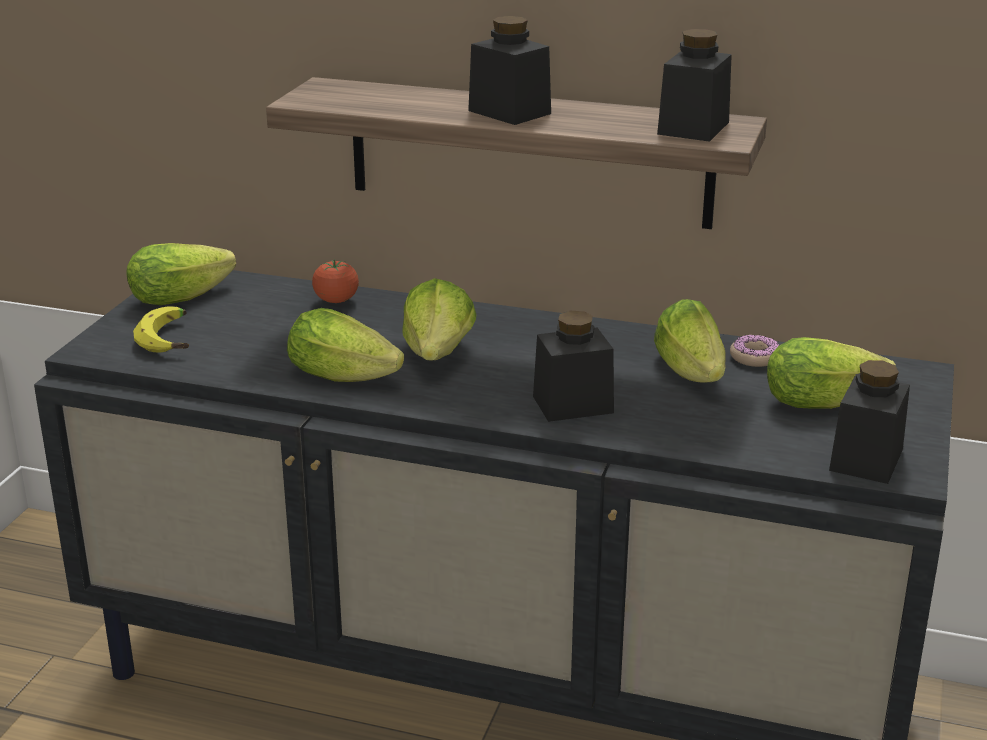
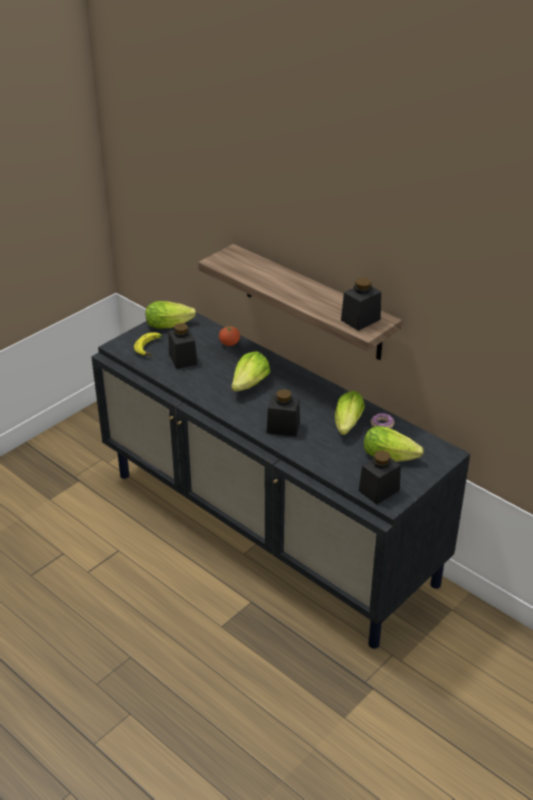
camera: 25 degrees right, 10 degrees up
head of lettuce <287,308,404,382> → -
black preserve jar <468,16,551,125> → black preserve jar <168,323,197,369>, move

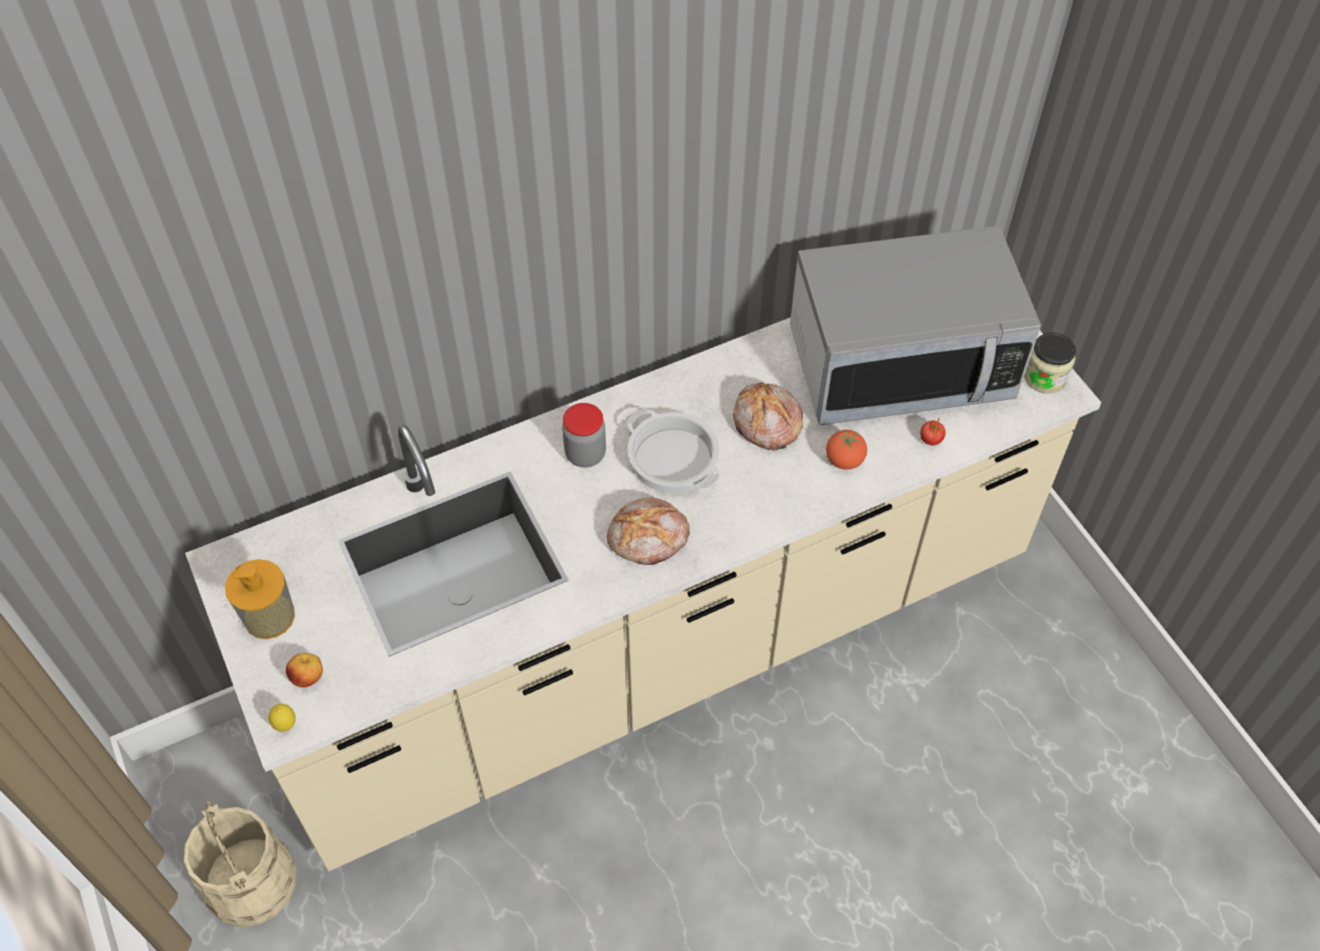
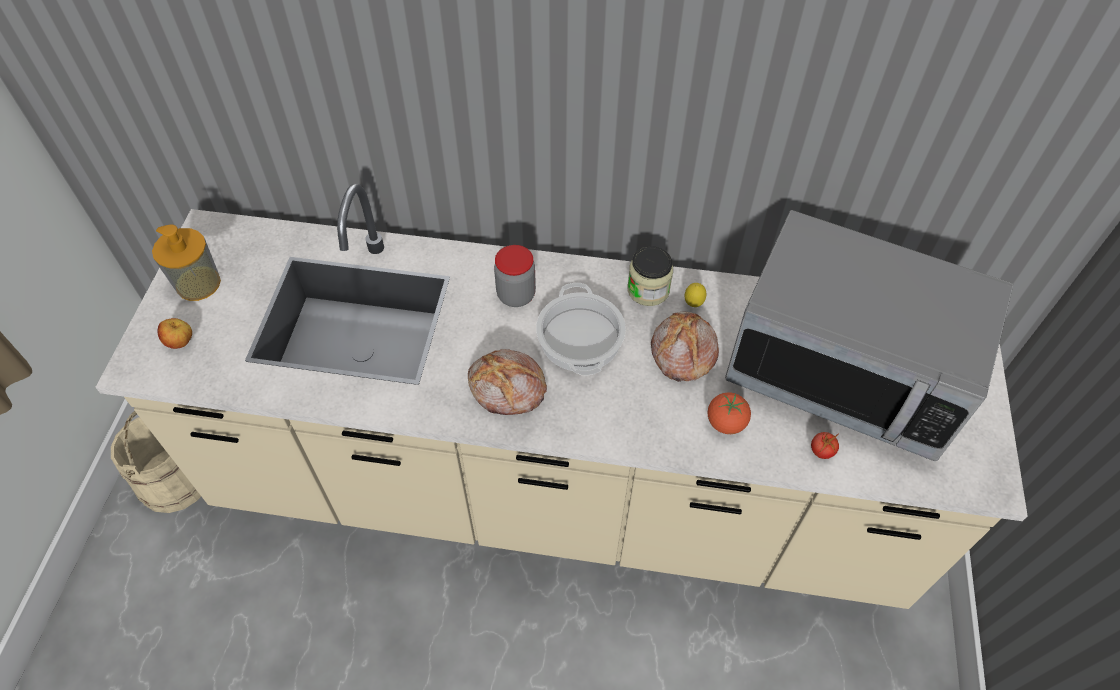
camera: 35 degrees right, 0 degrees up
whole lemon <269,704,296,732> → whole lemon <684,283,706,307>, move
preserve jar <1024,333,1076,393> → preserve jar <627,246,673,306>, move

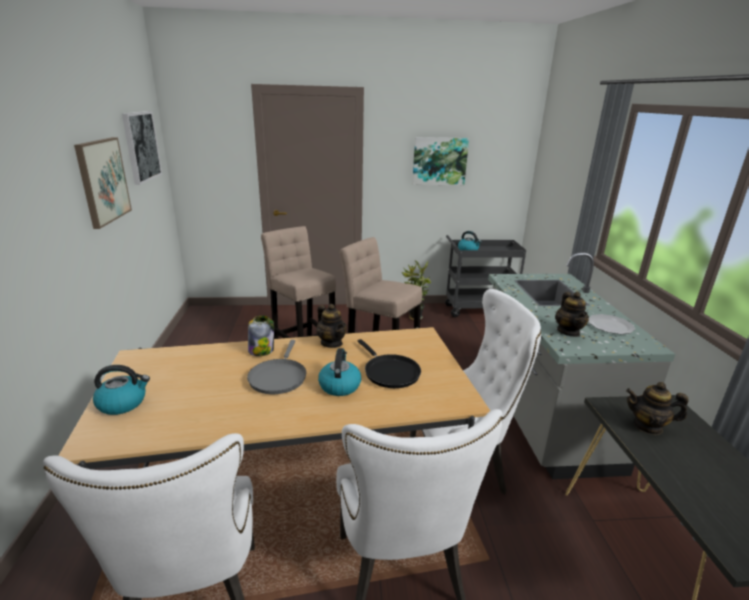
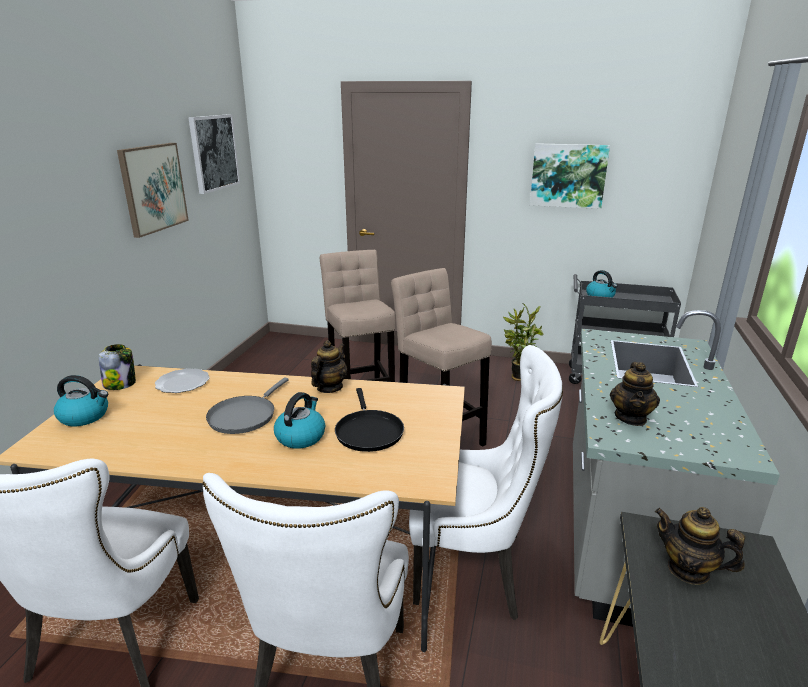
camera: 20 degrees right, 0 degrees up
preserve jar <248,315,274,356> → preserve jar <99,344,136,390>, move
flat dish <588,314,635,334> → flat dish <155,368,210,393>, move
tea pot <316,304,347,348> → tea pot <311,340,347,393>, 135 degrees counterclockwise

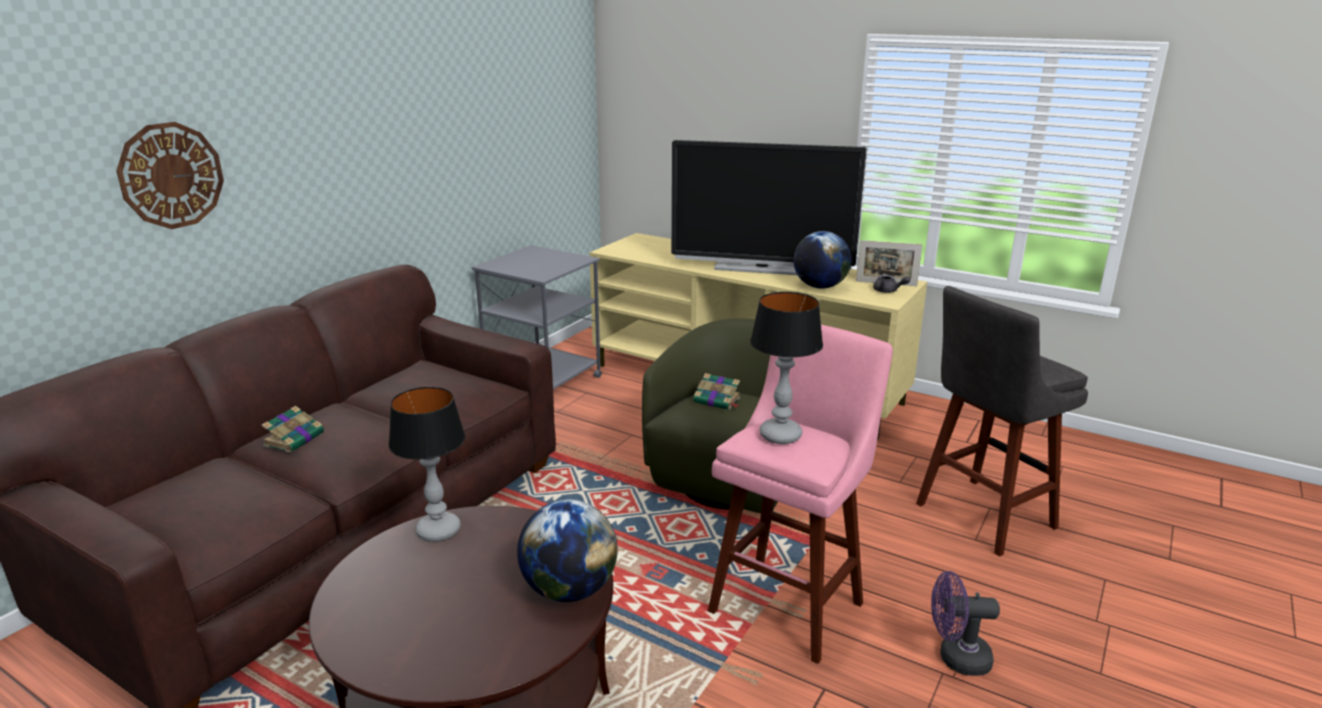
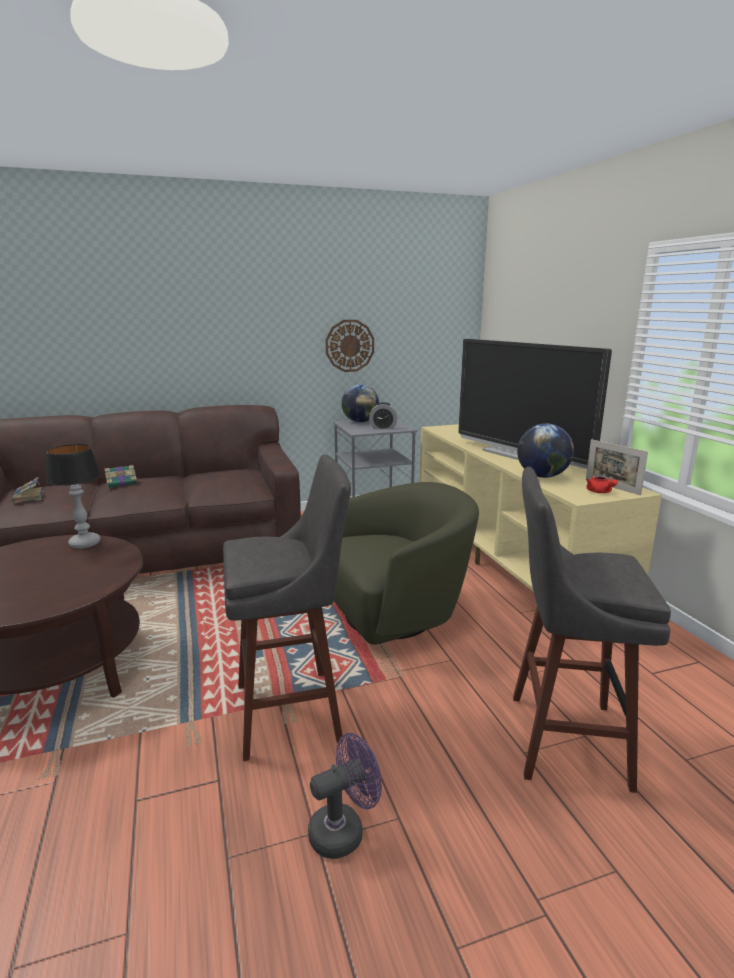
camera: 40 degrees right, 5 degrees down
lamp for a table <750,292,823,444> → -
- → table clock <369,402,398,430>
wall clock <116,122,224,229> → wall clock <326,320,374,372>, move
desk globe <517,500,618,602> → desk globe <342,384,379,422>, move
volume <694,373,740,410> → volume <12,477,44,503>, move
pink stool seat <708,325,893,664> → grey stool seat <223,454,351,761>
grey tea pot <873,274,910,293> → red tea pot <586,475,618,493>
purplish fan <931,571,1000,676> → purplish fan <308,733,382,859>, 105 degrees clockwise

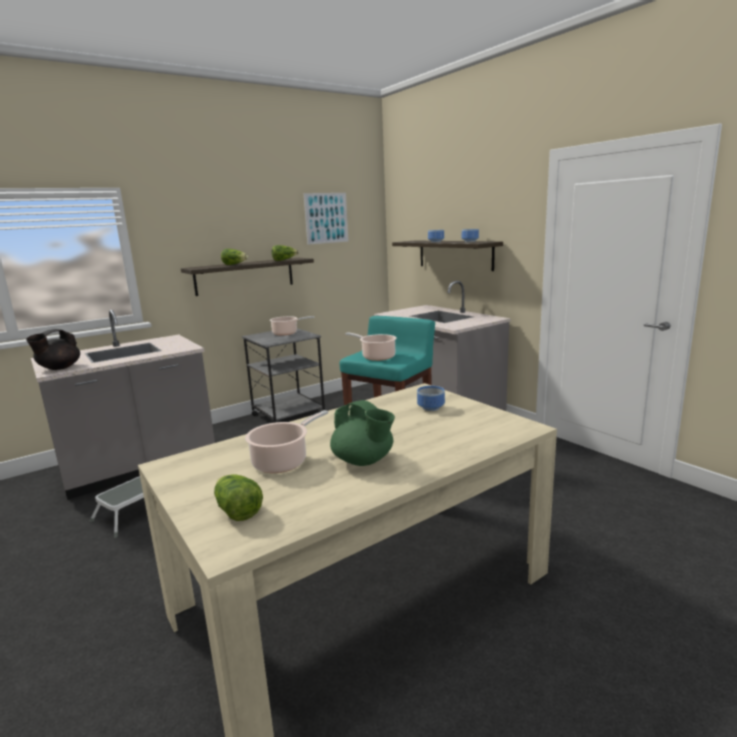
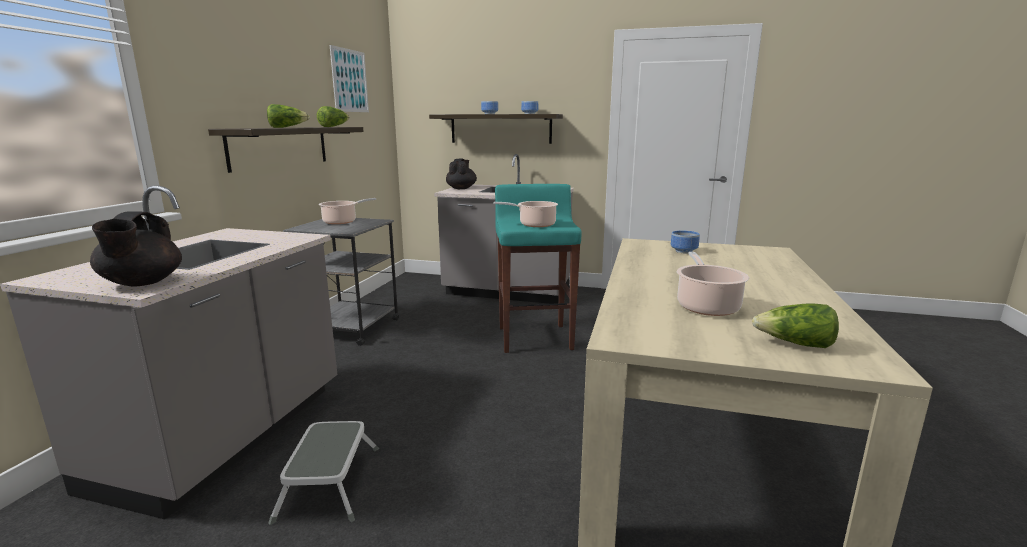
camera: 40 degrees left, 0 degrees up
green tea pot <330,400,395,466> → -
- → black tea pot <446,159,477,189>

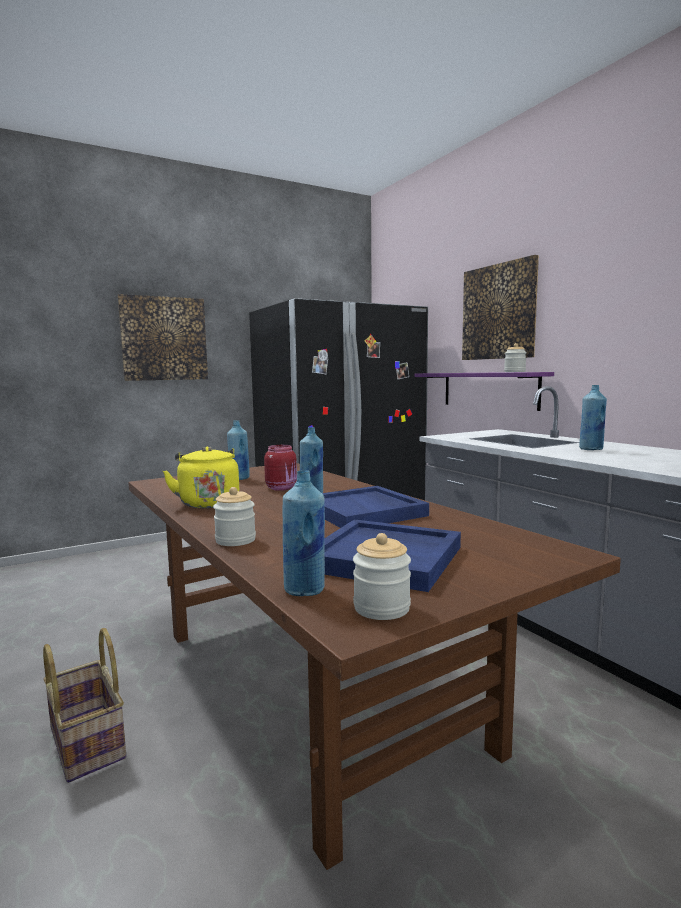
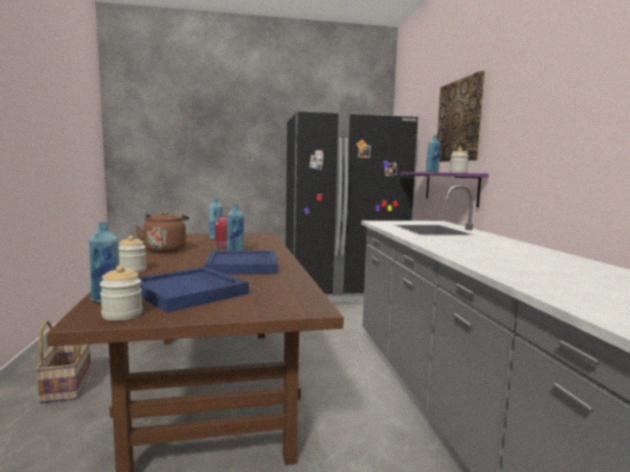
camera: 20 degrees right, 0 degrees up
wall art <118,294,208,381> → -
blue-coloured bottle <579,385,607,450> → blue-coloured bottle <426,135,441,172>, move
yellow water kettle <163,446,239,508> → brownish water kettle <135,212,189,253>

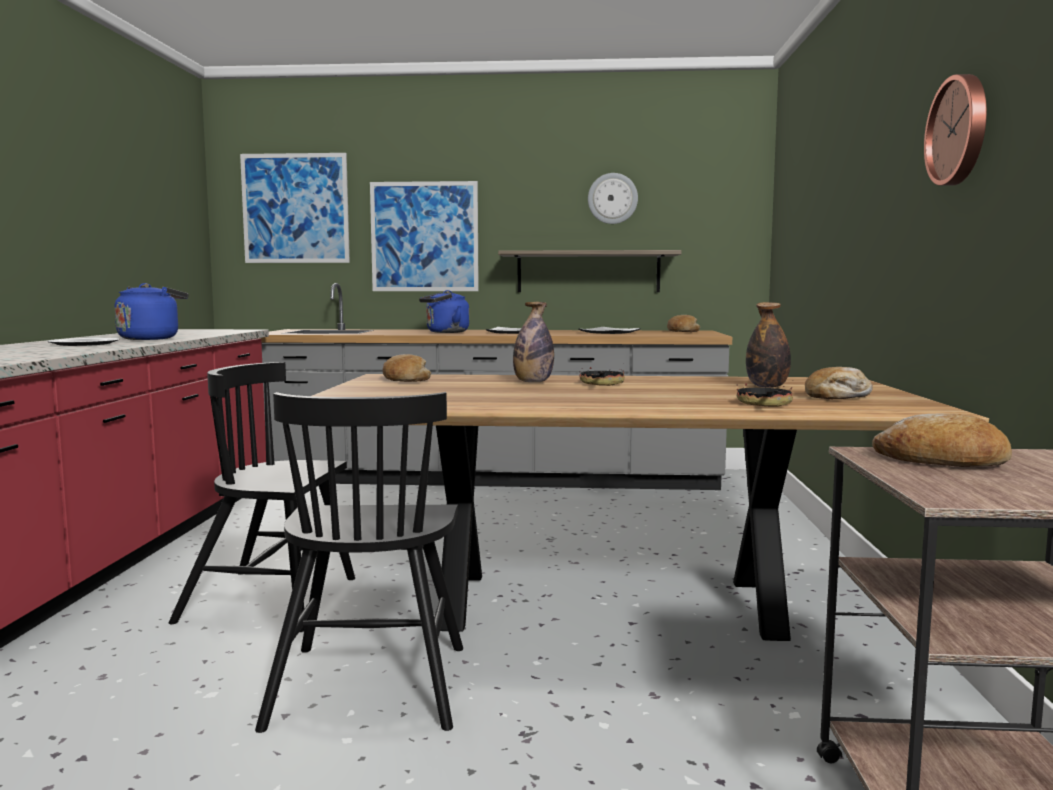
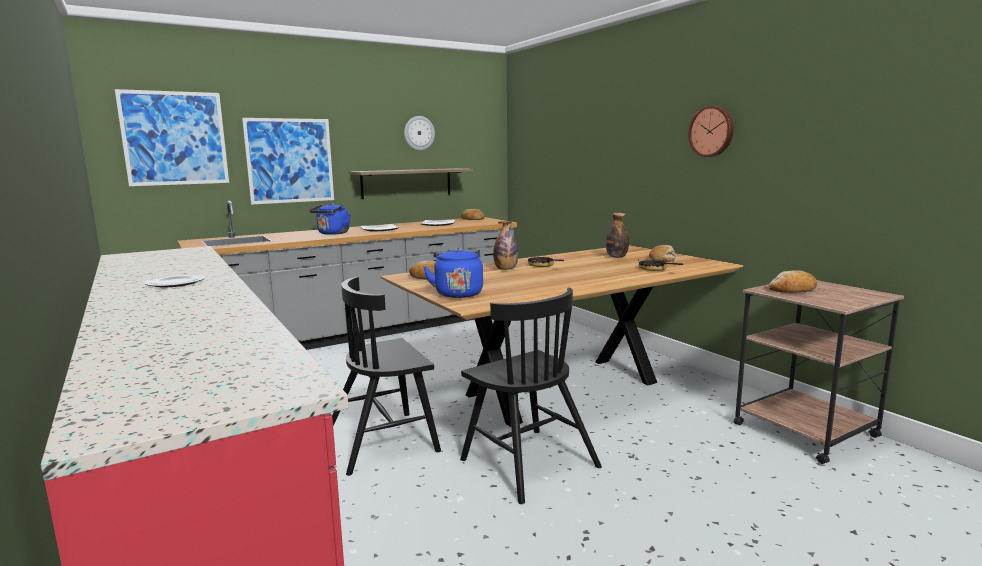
camera: 35 degrees left, 5 degrees up
blue-coloured water kettle <115,283,189,340> → blue-coloured water kettle <423,248,483,298>, move

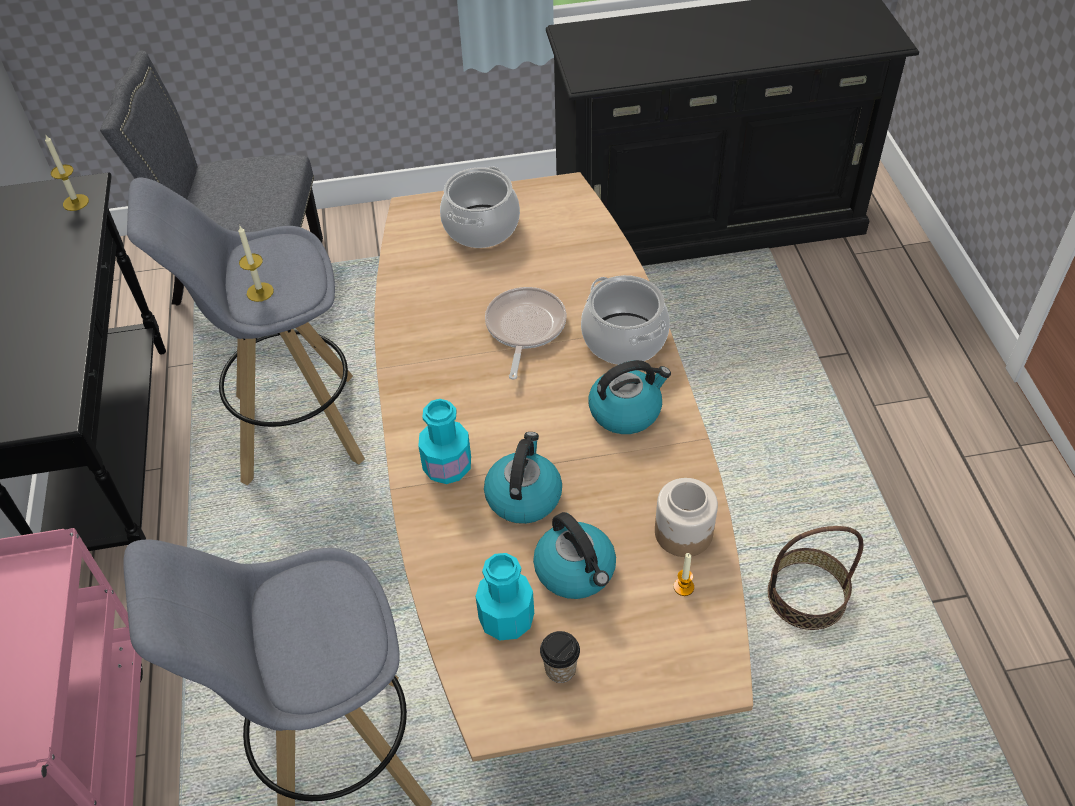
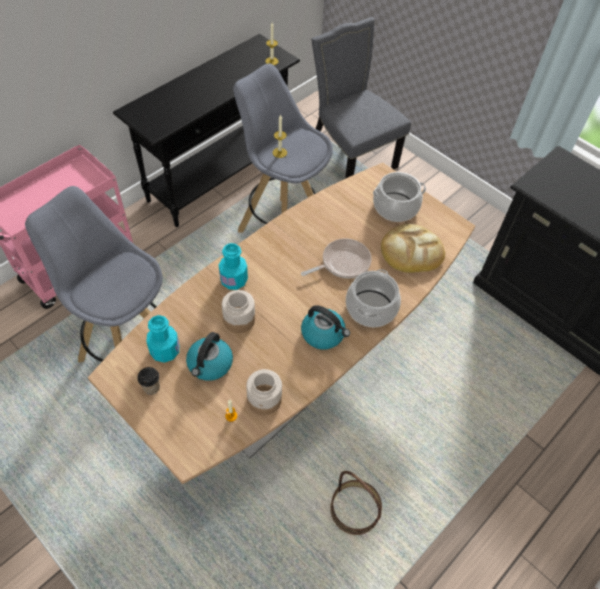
camera: 50 degrees right, 5 degrees up
- → bread <381,224,445,273>
water kettle <484,432,562,524> → preserve jar <222,290,255,333>

